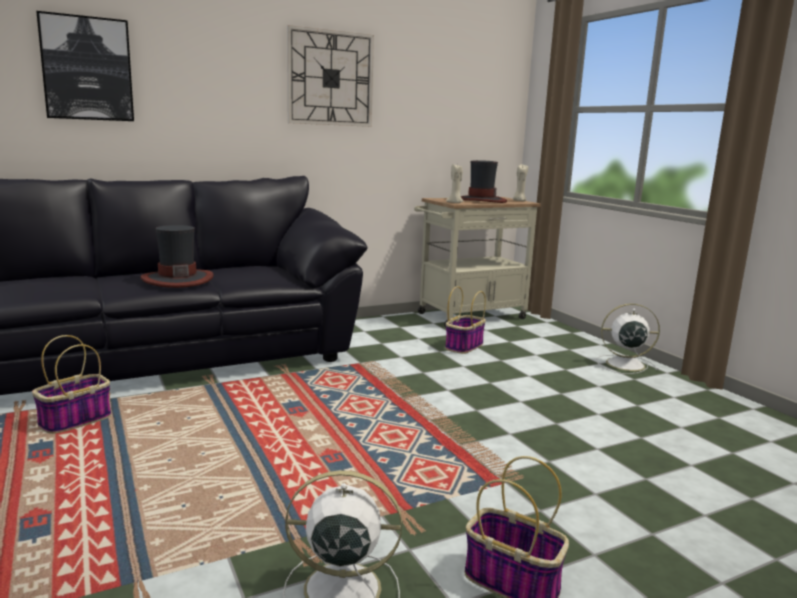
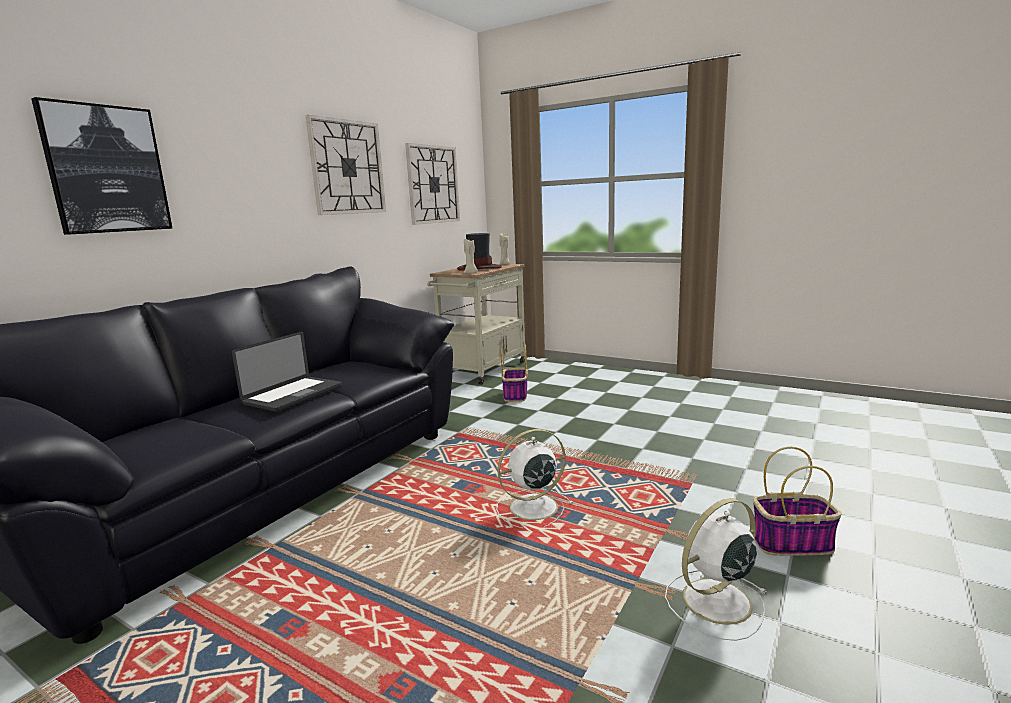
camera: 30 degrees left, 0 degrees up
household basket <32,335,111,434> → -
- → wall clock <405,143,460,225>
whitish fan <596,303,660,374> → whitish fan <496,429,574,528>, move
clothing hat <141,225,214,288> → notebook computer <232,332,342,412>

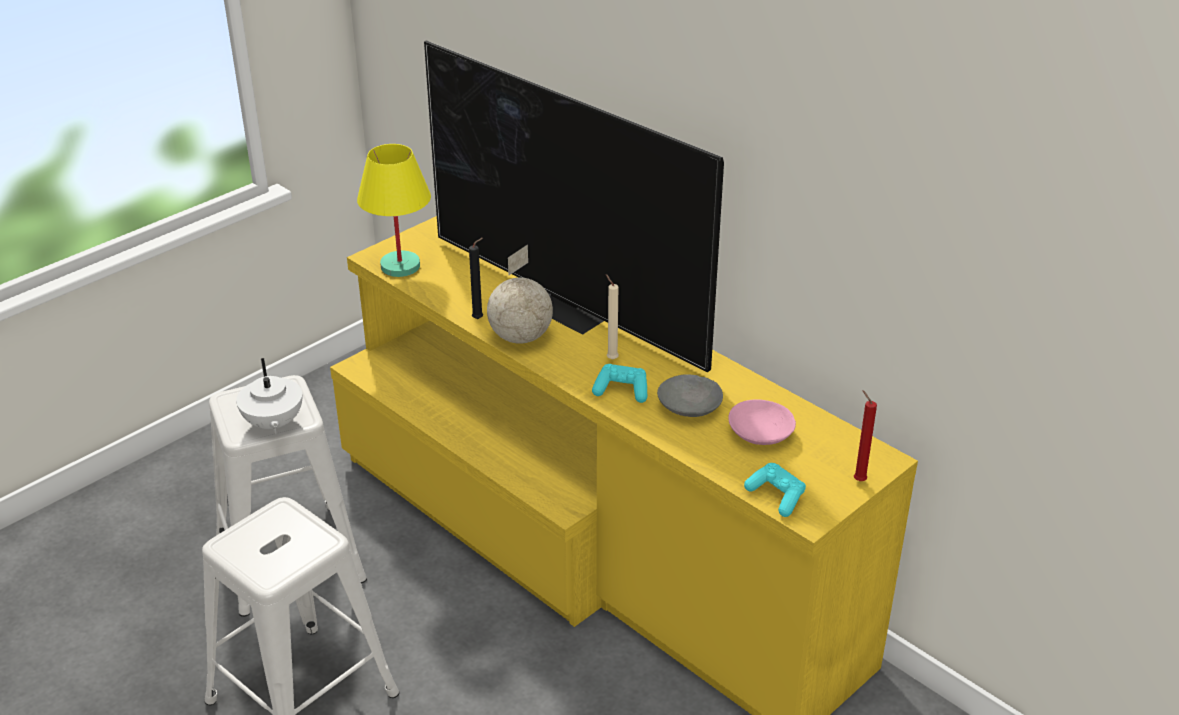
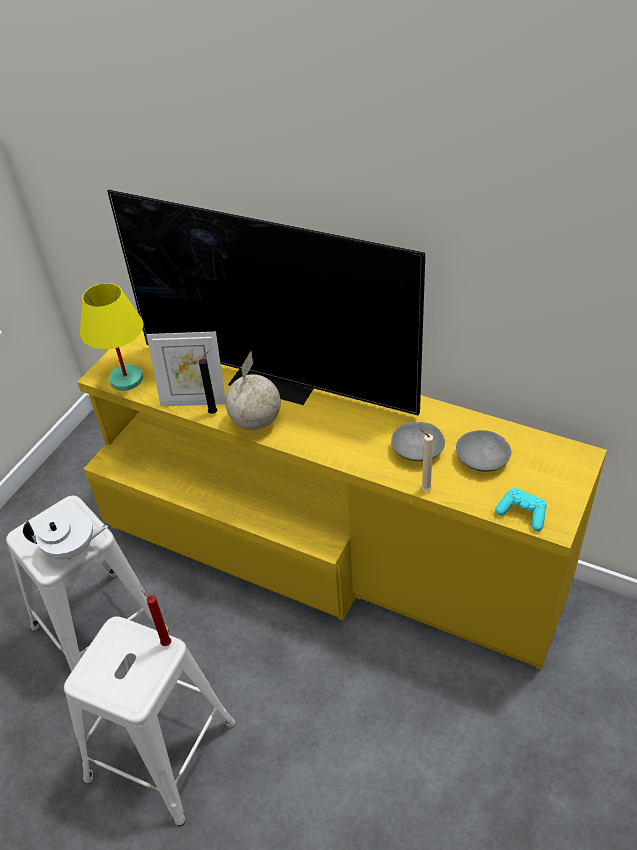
camera: 15 degrees left, 10 degrees up
turquoise-coloured gamepad <592,364,647,403> → -
- → picture frame <147,332,225,406>
sand-coloured candle <606,274,619,360> → sand-coloured candle <420,428,433,491>, move
red candle <854,390,877,481> → red candle <141,590,171,646>, move
pink serving bowl <728,399,796,445> → grey serving bowl <456,430,512,472>
whitish tea pot <236,358,303,434> → whitish tea pot <23,509,108,561>, 60 degrees counterclockwise

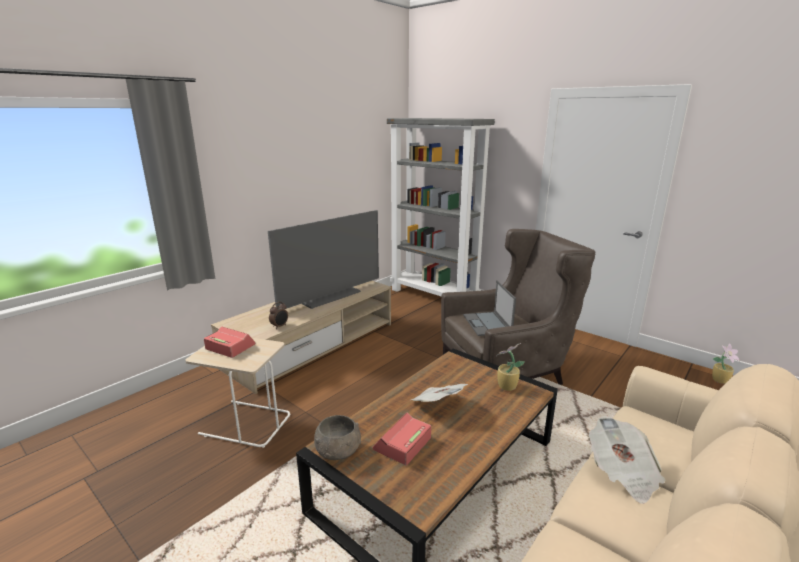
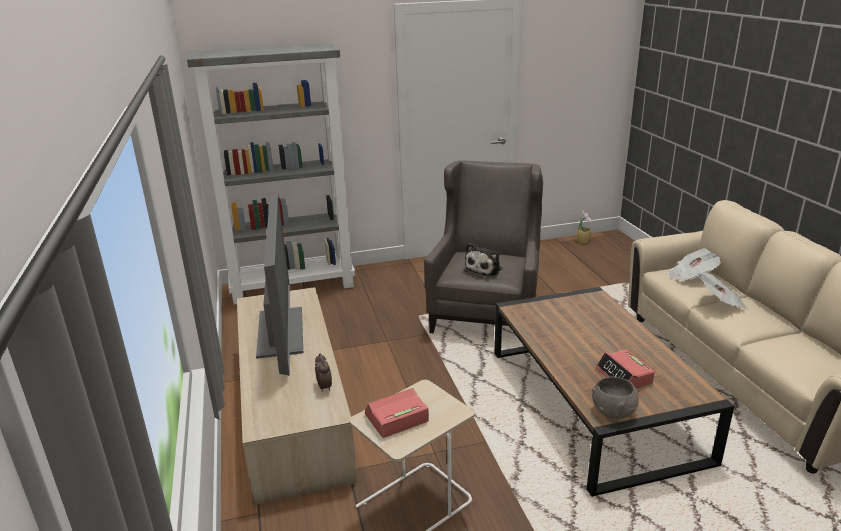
camera: 55 degrees left, 5 degrees up
potted plant <496,343,525,391> → -
printed paper <411,384,468,402> → printed paper <666,248,721,282>, move
notebook computer <463,281,516,336> → cuddly toy <464,243,502,277>

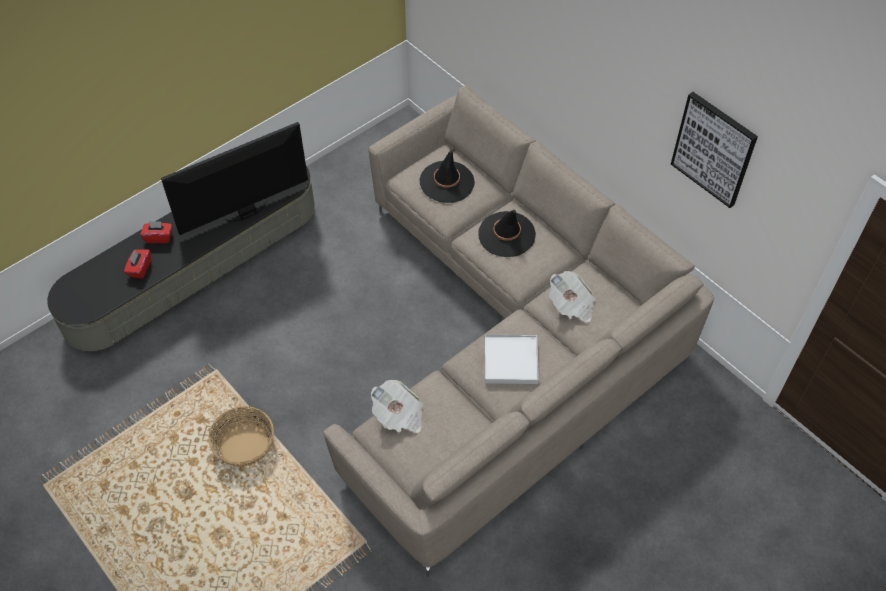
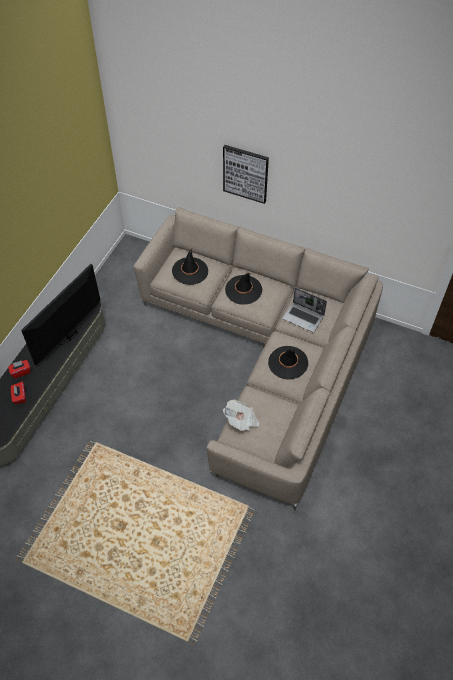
camera: 25 degrees left, 0 degrees up
household basket <208,406,274,467> → -
wall art <671,92,758,208> → wall art <223,145,269,204>, move
whitish carrying tray <485,335,539,384> → black clothing hat <268,346,308,379>
printed paper <549,271,596,323> → notebook computer <282,288,327,332>

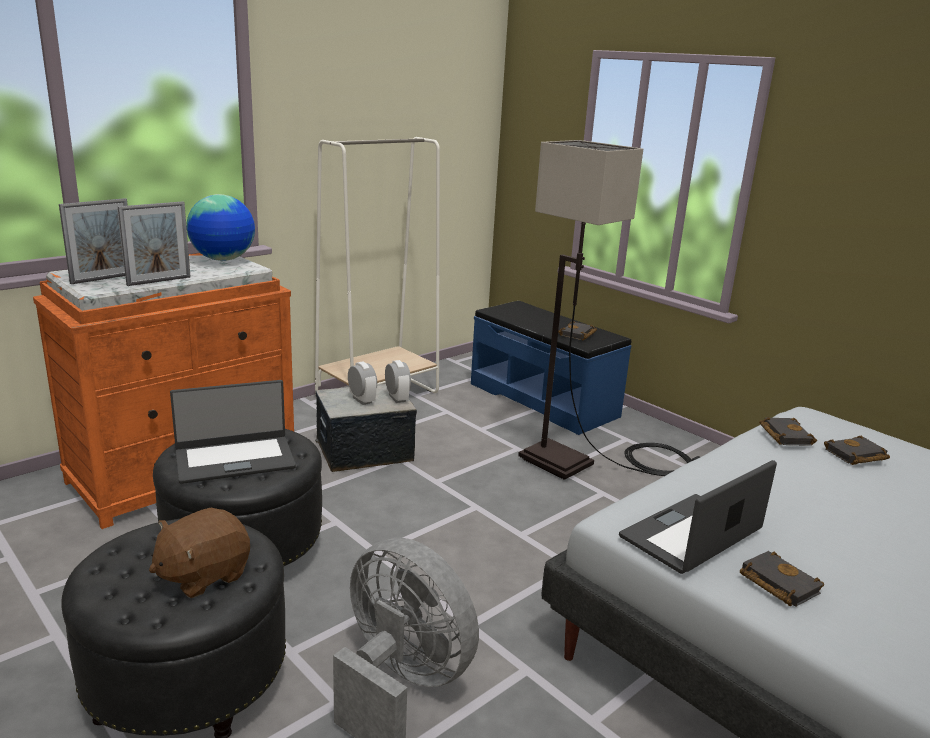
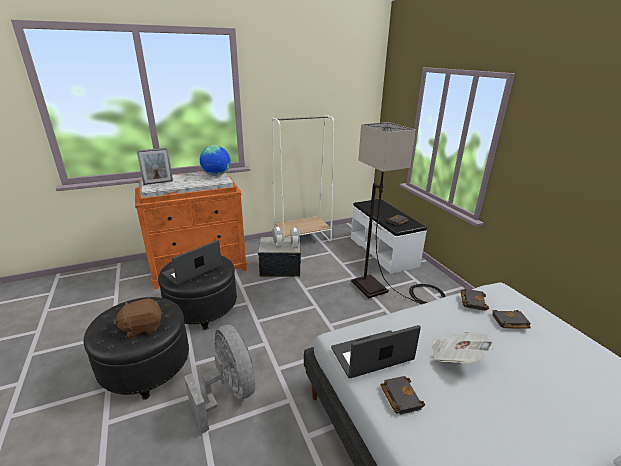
camera: 20 degrees right, 5 degrees up
picture frame <118,201,191,286> → -
- → printed paper <432,332,494,364>
blue-coloured indoor bench <471,301,632,435> → whitish indoor bench <351,199,427,274>
notebook computer <170,380,296,484> → notebook computer <162,240,222,286>, 135 degrees clockwise

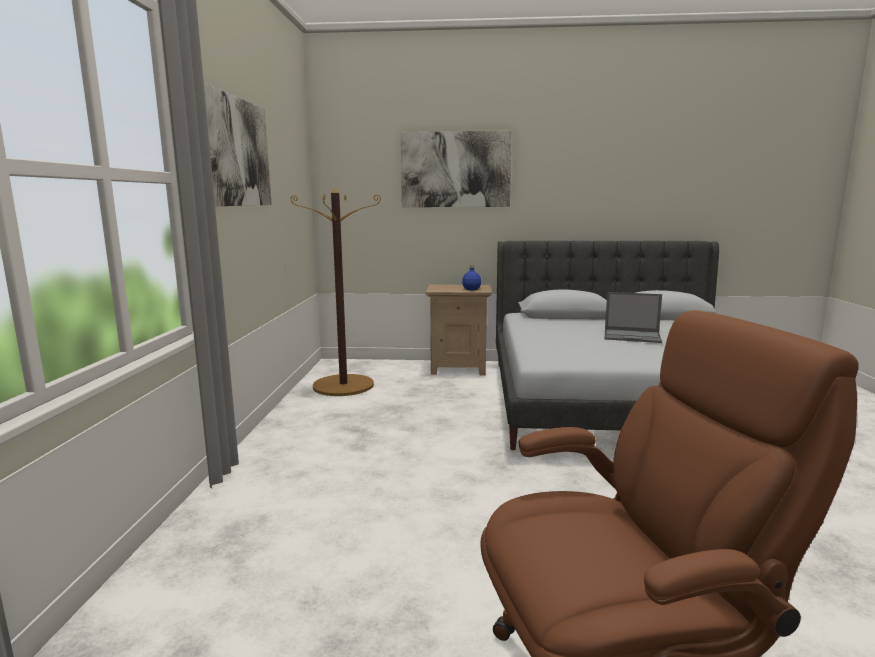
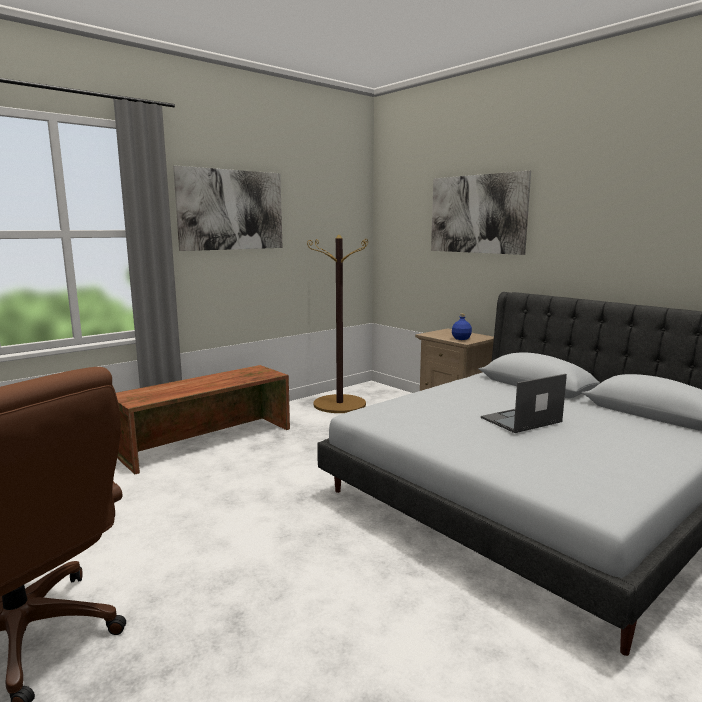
camera: 45 degrees right, 0 degrees up
- → brownish indoor bench <116,365,290,474>
notebook computer <605,292,662,343> → notebook computer <481,374,567,433>, 90 degrees clockwise

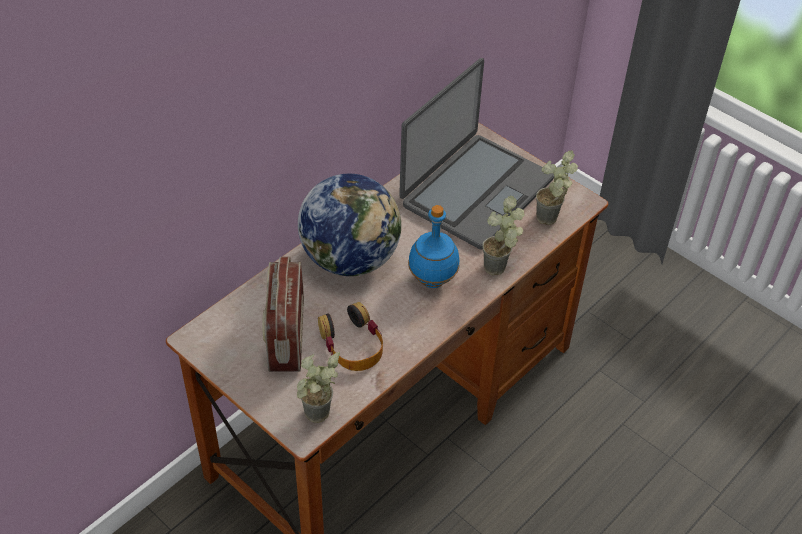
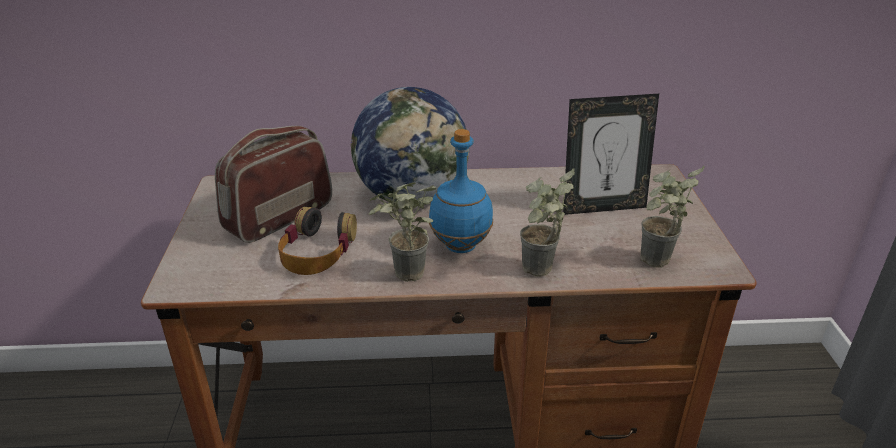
camera: 45 degrees right, 15 degrees down
potted plant <297,352,340,423> → potted plant <368,182,437,282>, move
notebook computer <399,58,554,249> → picture frame <563,94,659,215>

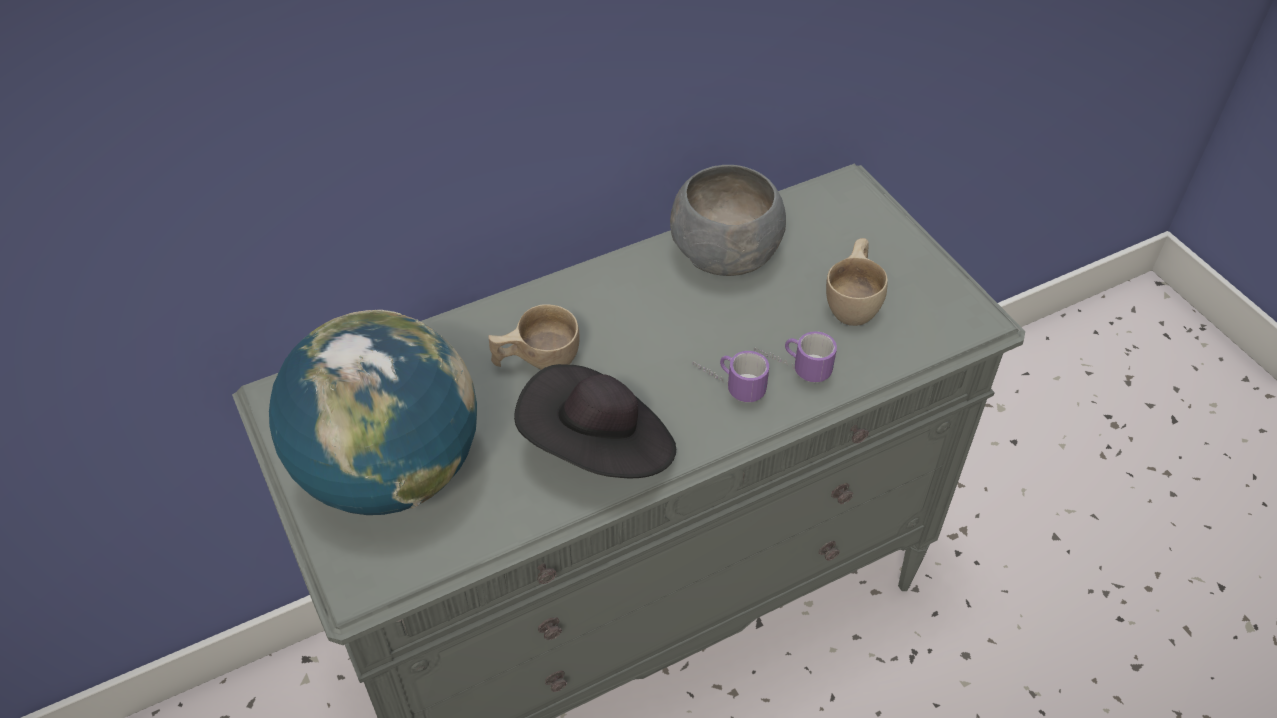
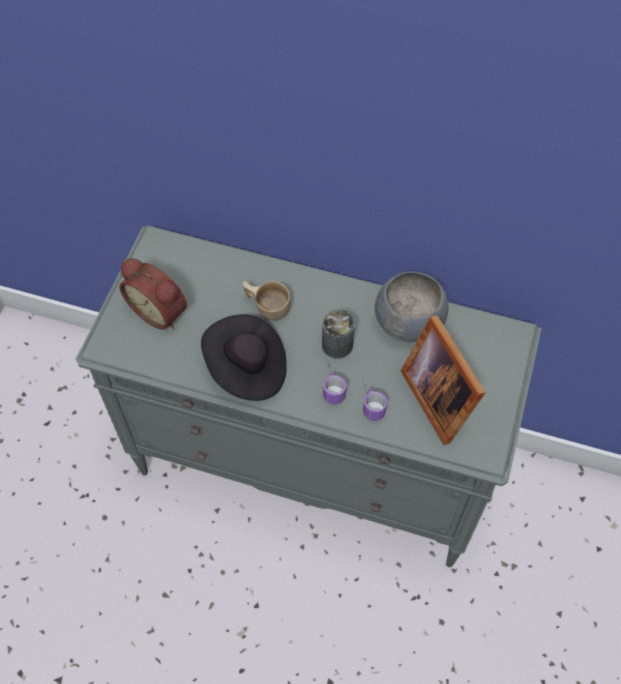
camera: 45 degrees right, 10 degrees up
- → sealed can <322,309,355,359>
desk globe <269,310,477,515> → table clock <119,258,187,330>
sand-coloured drinking cup <826,238,888,326> → picture frame <401,315,486,445>

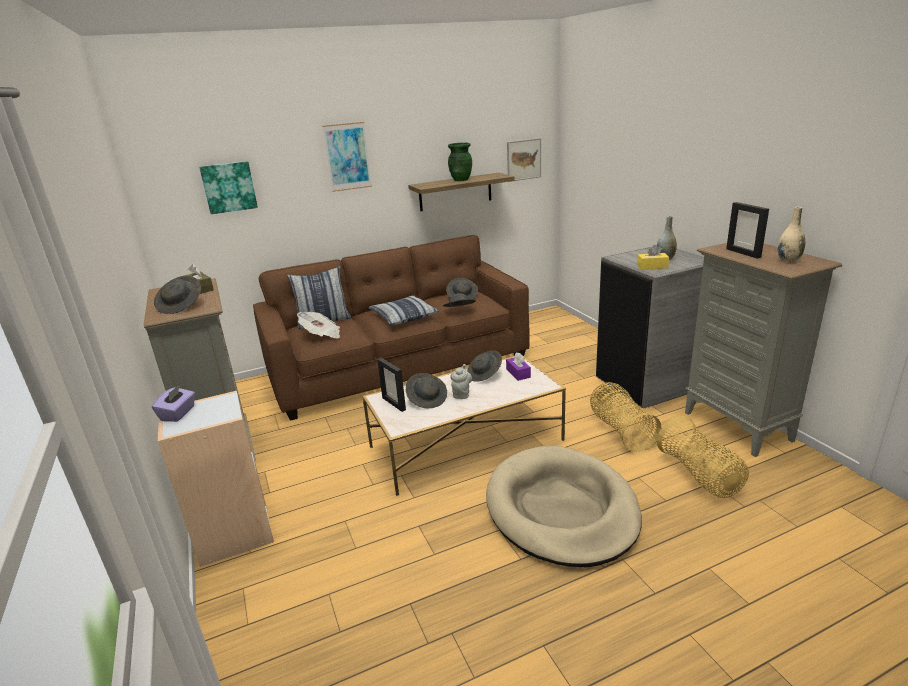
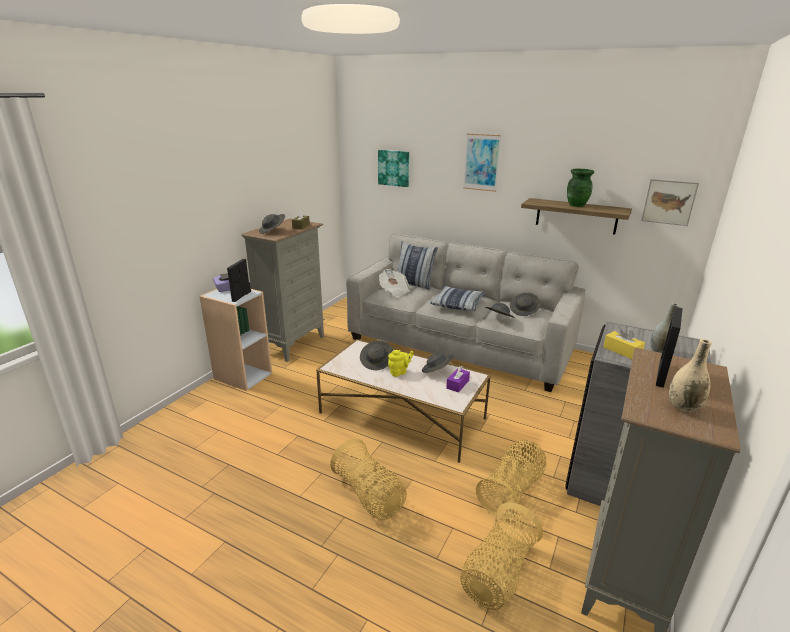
camera: 50 degrees right, 0 degrees up
picture frame <377,358,406,412> → picture frame <227,259,251,302>, move
sand-coloured dog cushion <486,446,642,567> → household basket <330,439,407,520>
brownish sofa <253,235,530,421> → grey sofa <346,234,585,392>
grey tea pot <451,364,472,399> → yellow tea pot <388,350,413,377>

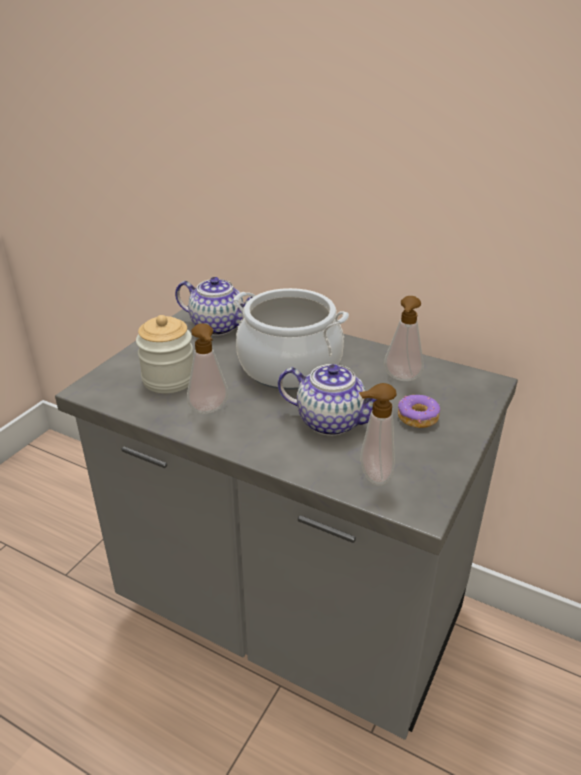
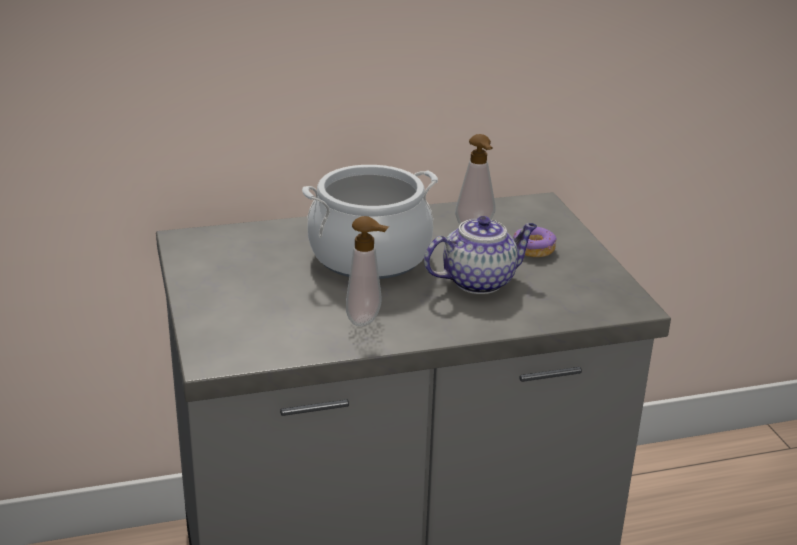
camera: 45 degrees left, 5 degrees down
preserve jar <136,315,193,393> → -
tea pot <175,277,252,336> → -
soap bottle <359,383,397,486> → -

